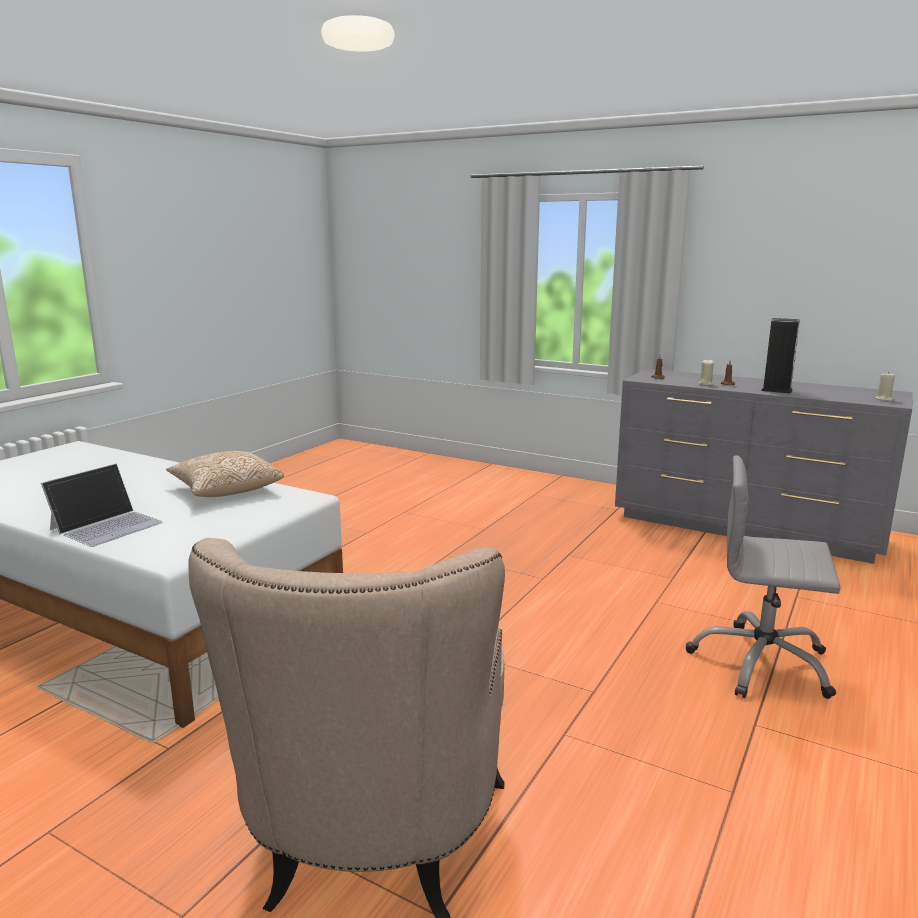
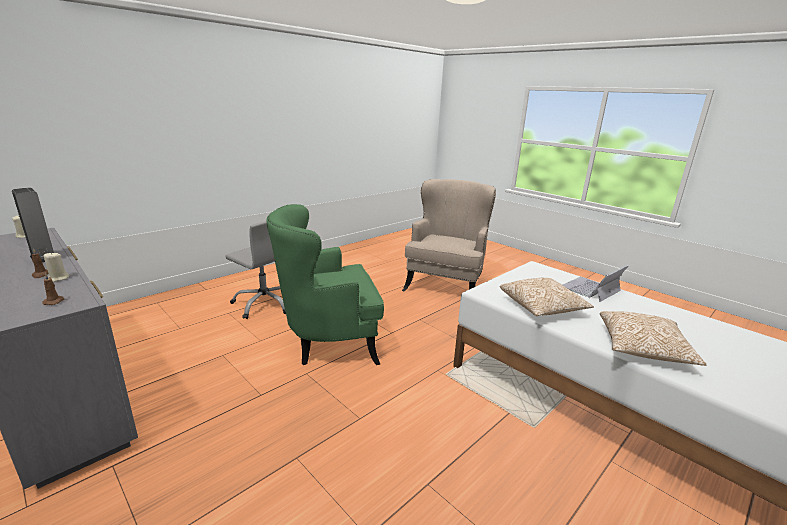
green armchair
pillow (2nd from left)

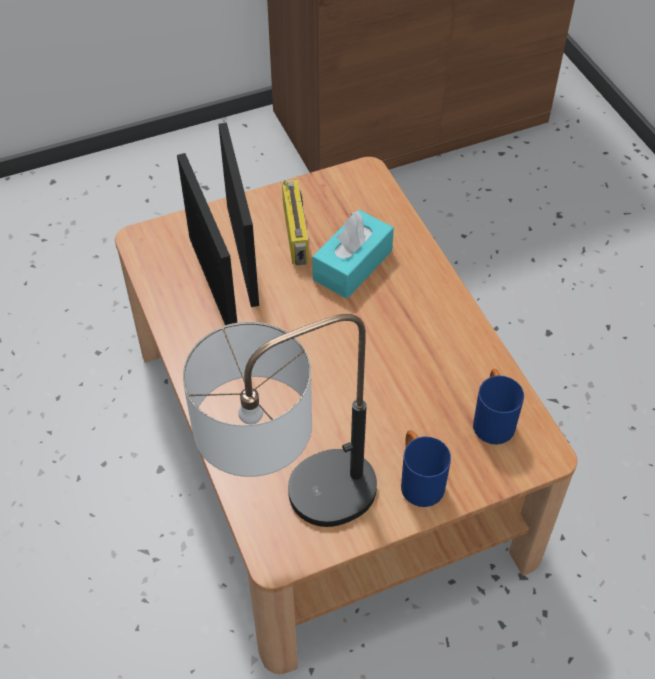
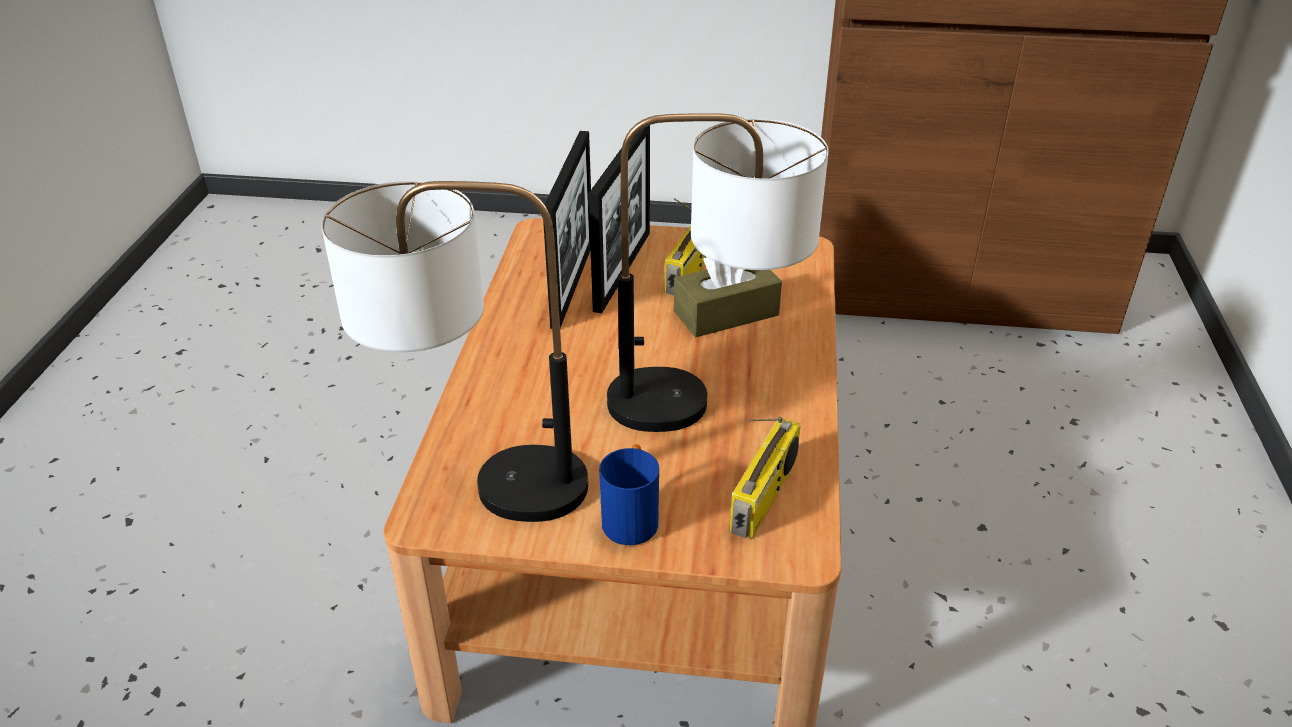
table lamp (2nd from left)
brown tissue box
radio (2nd from left)

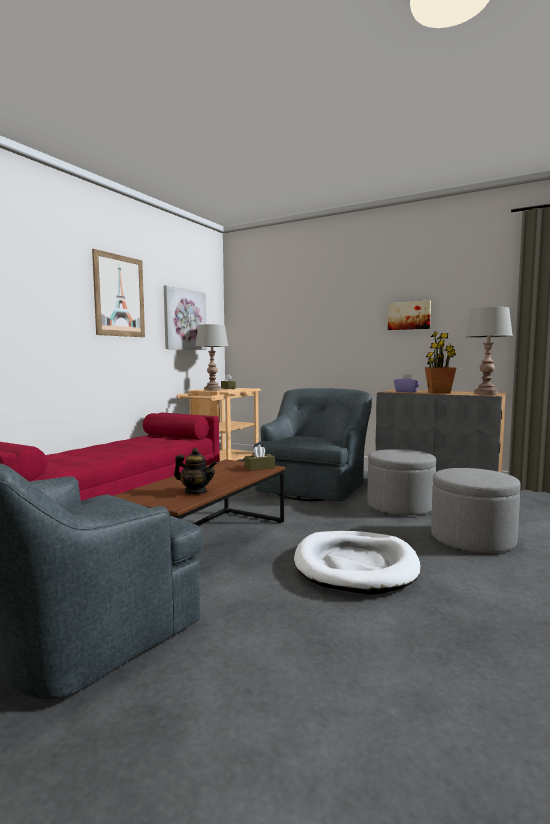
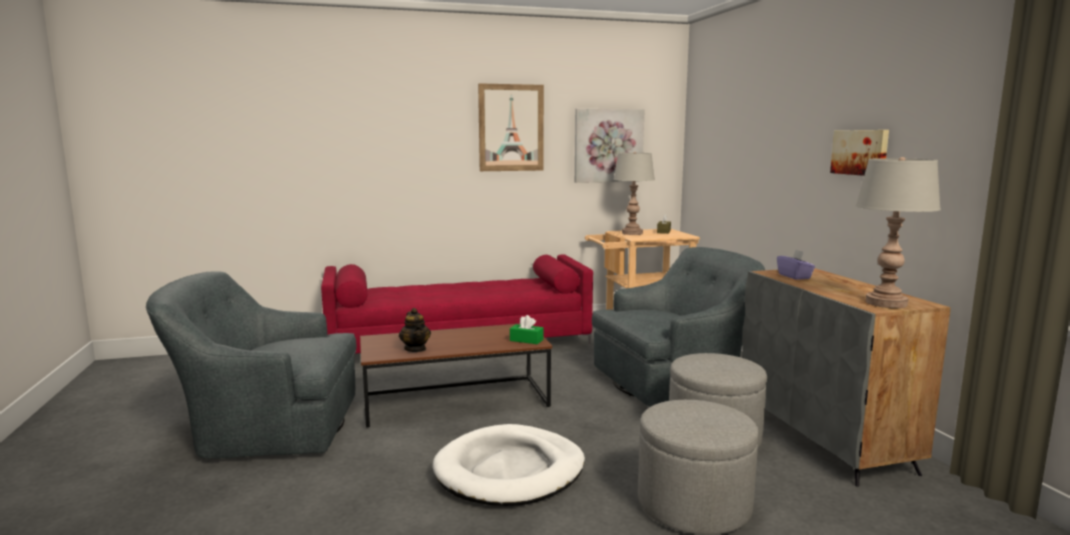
green tissue box
potted plant

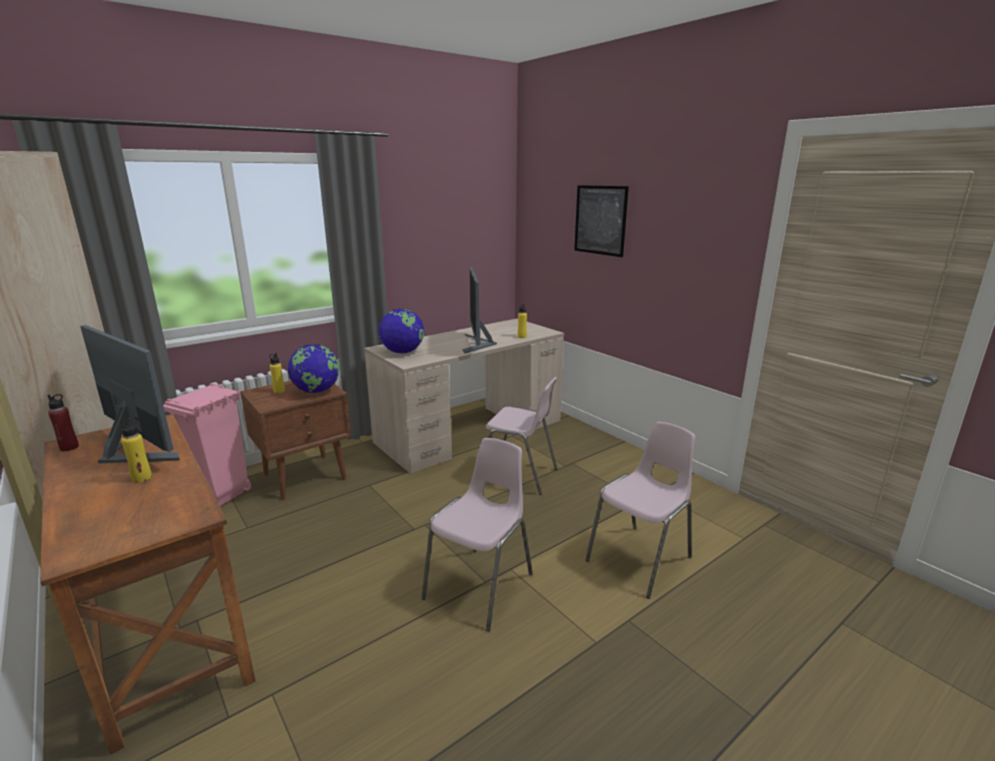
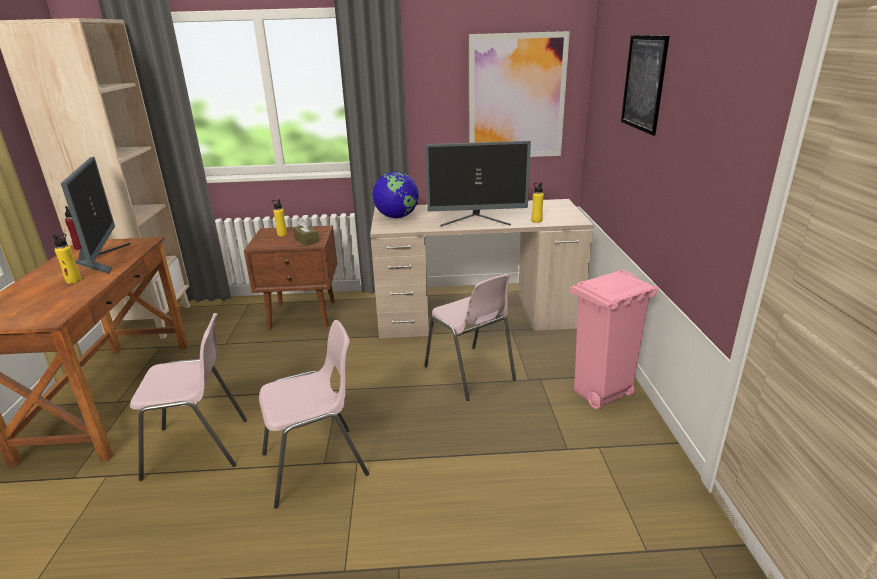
pink chair (1st from left)
brown tissue box
monitor (2nd from left)
picture (1st from left)
pink trash can

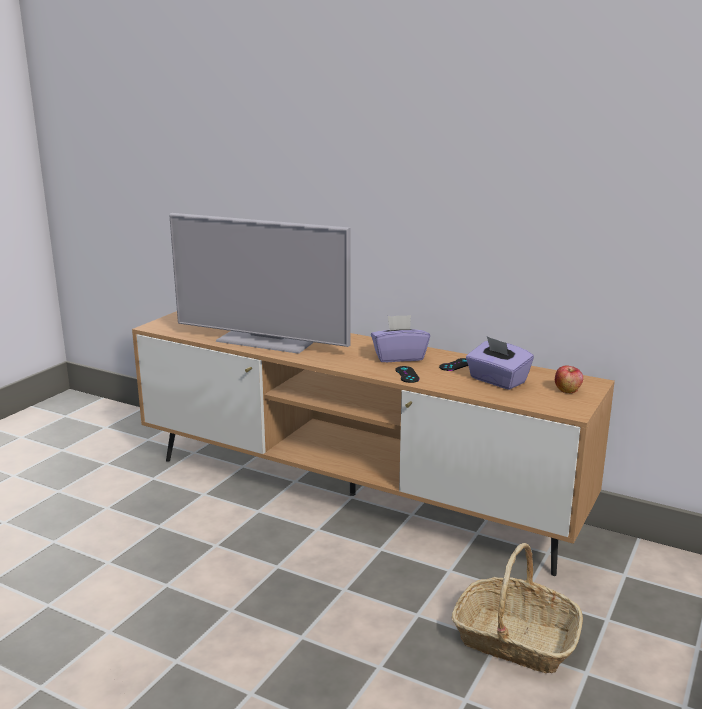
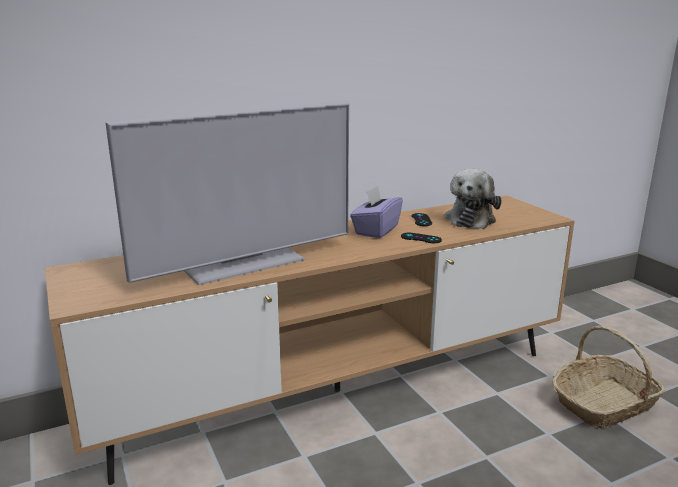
plush toy
apple

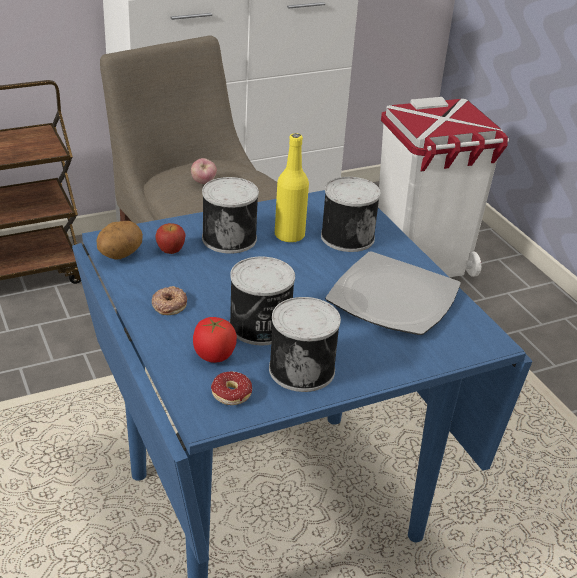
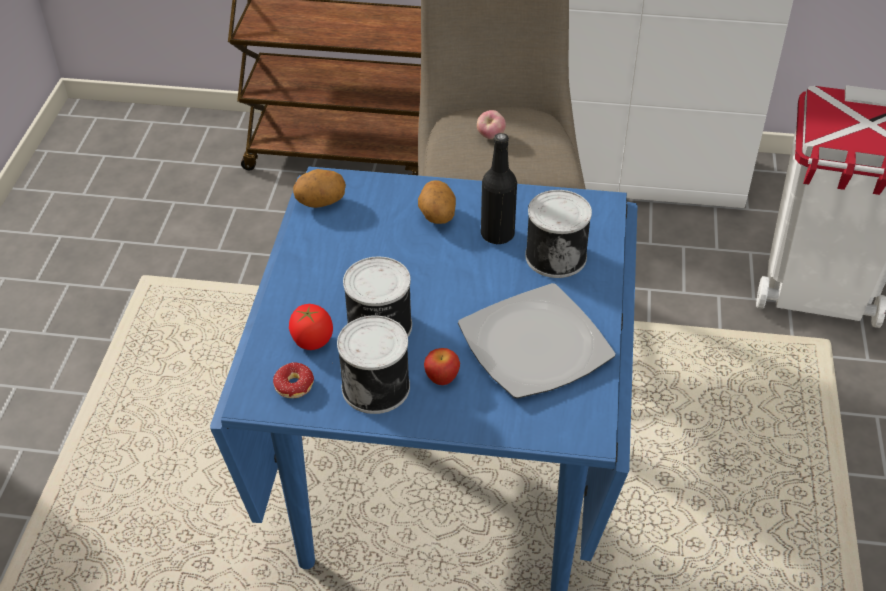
potato (2nd from left)
apple (1st from left)
black bottle
donut (1st from left in the first image)

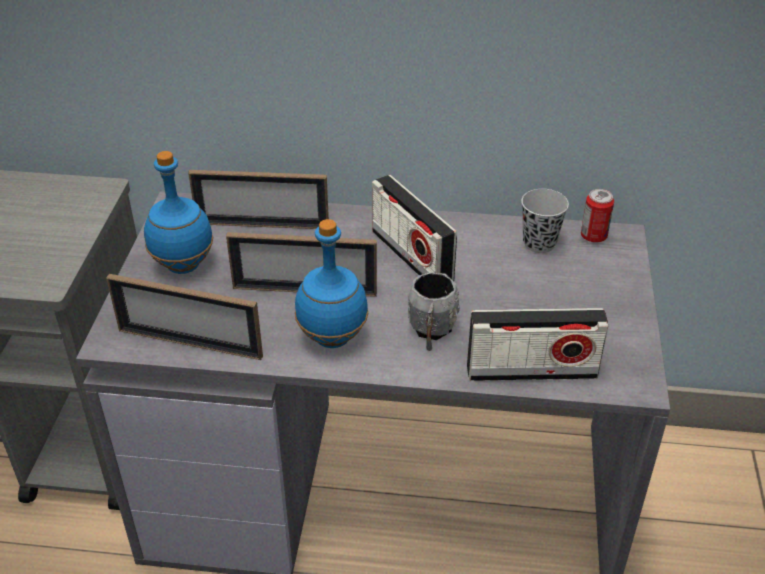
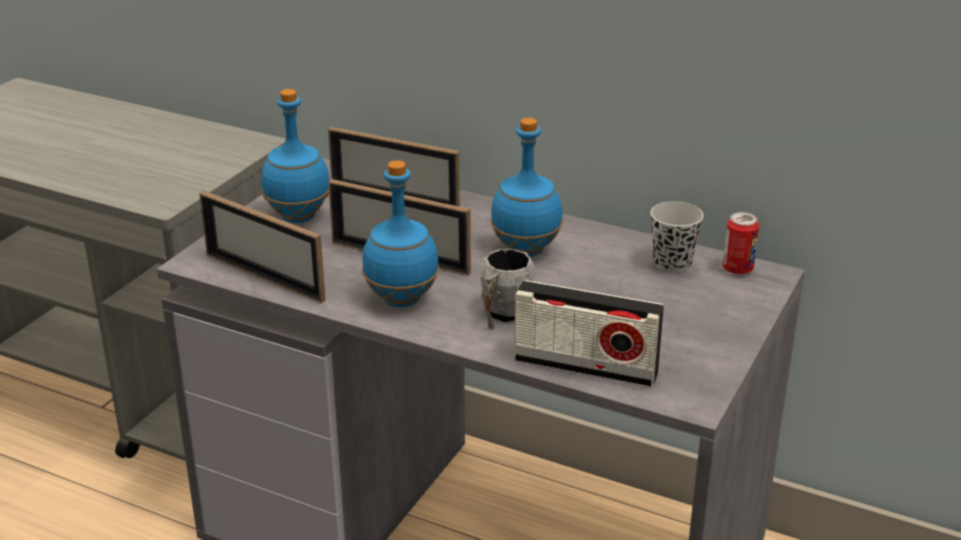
blue bottle (3rd from left)

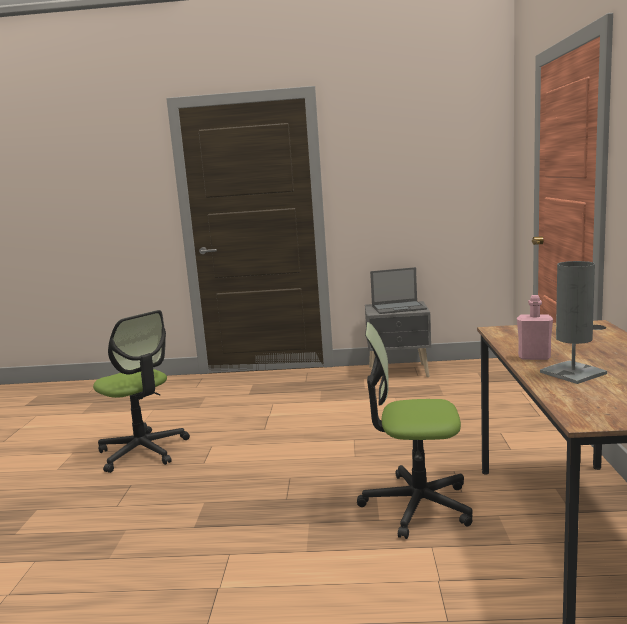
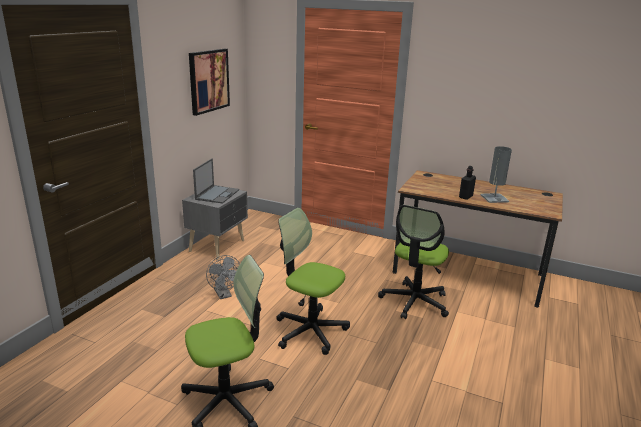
picture
grey fan
office chair (2nd from left)
black bottle

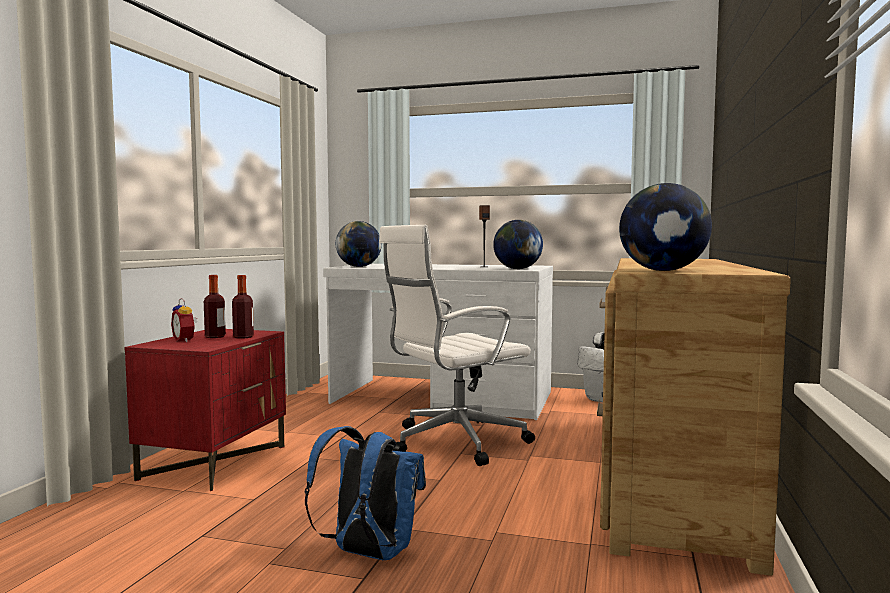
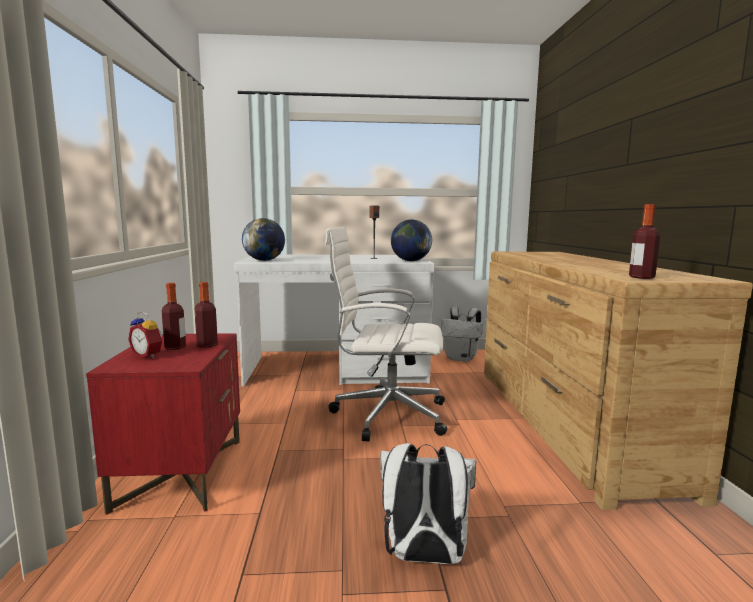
white office chair
white backpack (1st from left)
bottle (3rd from left)

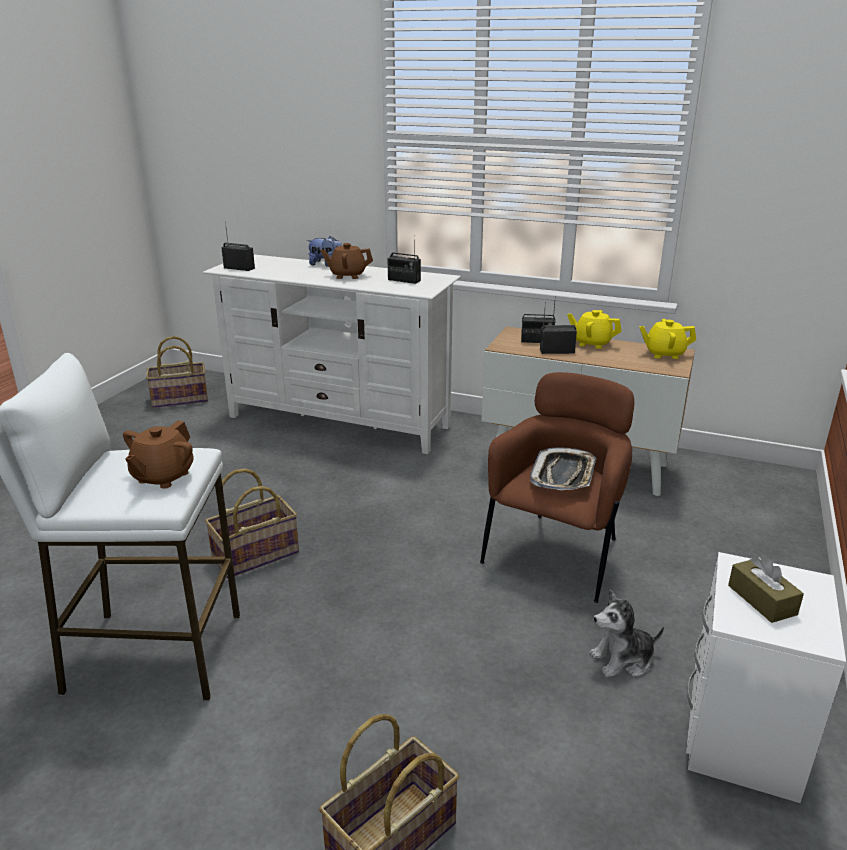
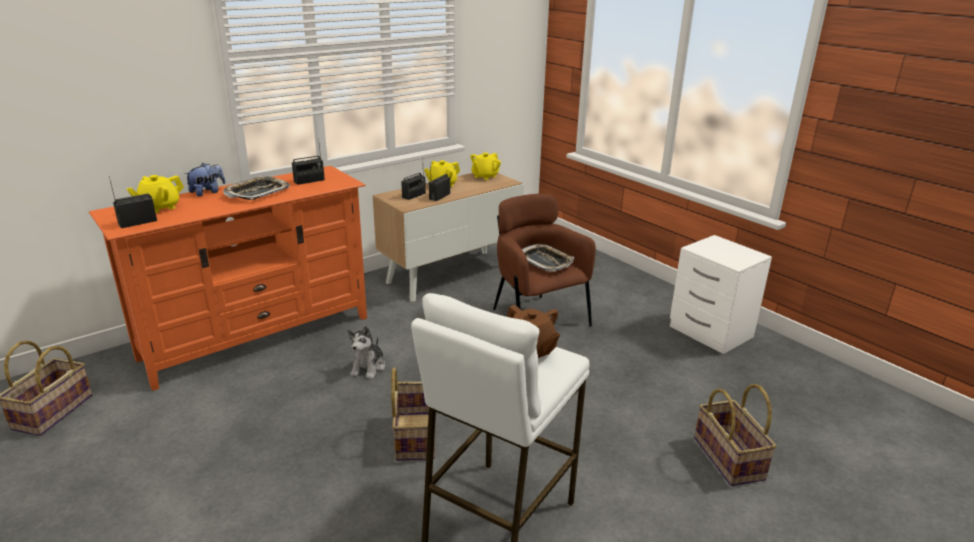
orange tv stand
yellow teapot (1st from left)
tray (1st from left)
plush toy (2nd from left)
brown tissue box

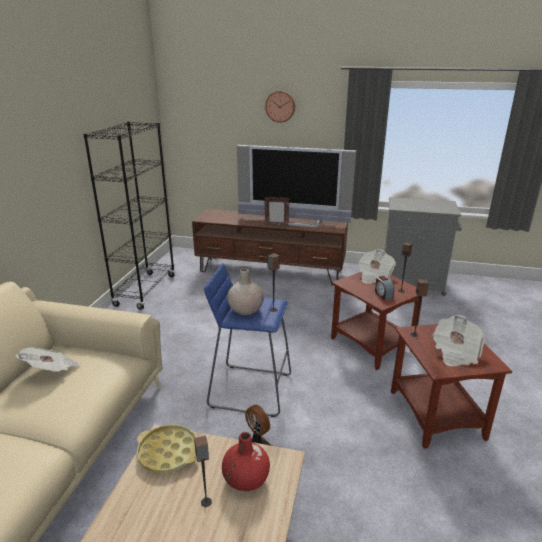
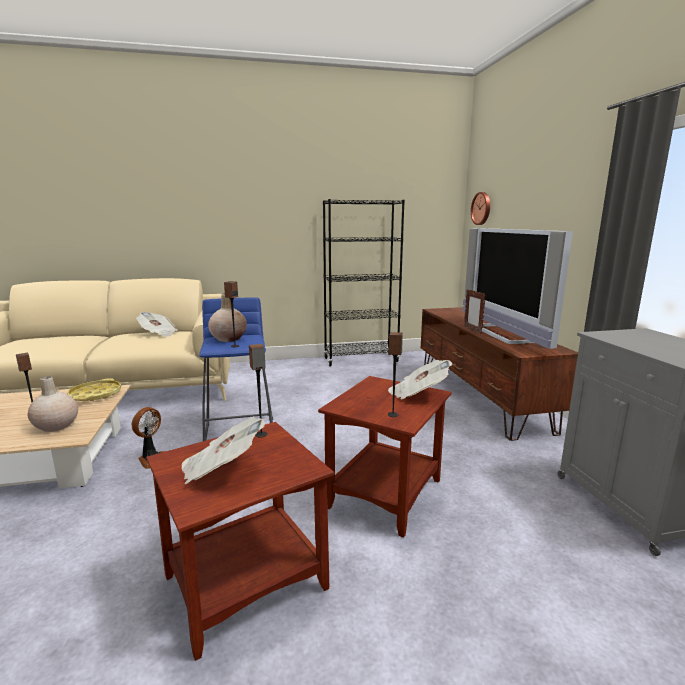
beige vase (1st from left)
wall clock
alarm clock

